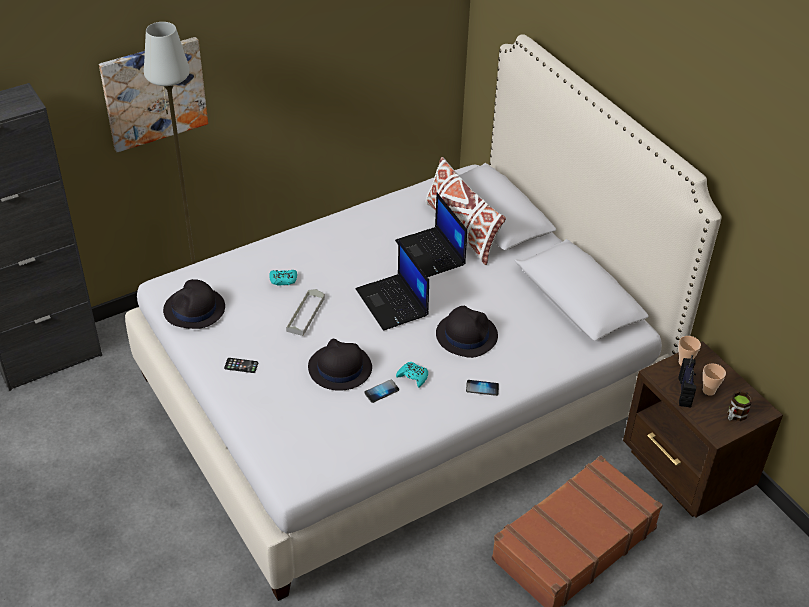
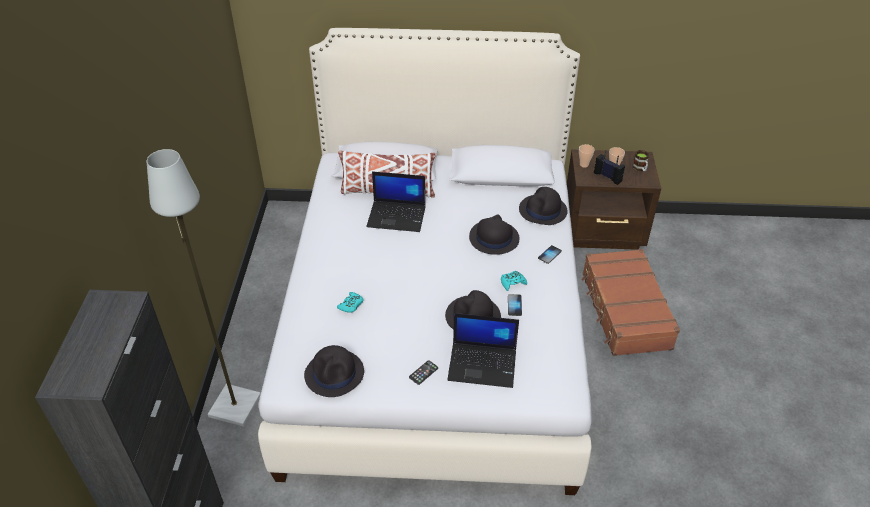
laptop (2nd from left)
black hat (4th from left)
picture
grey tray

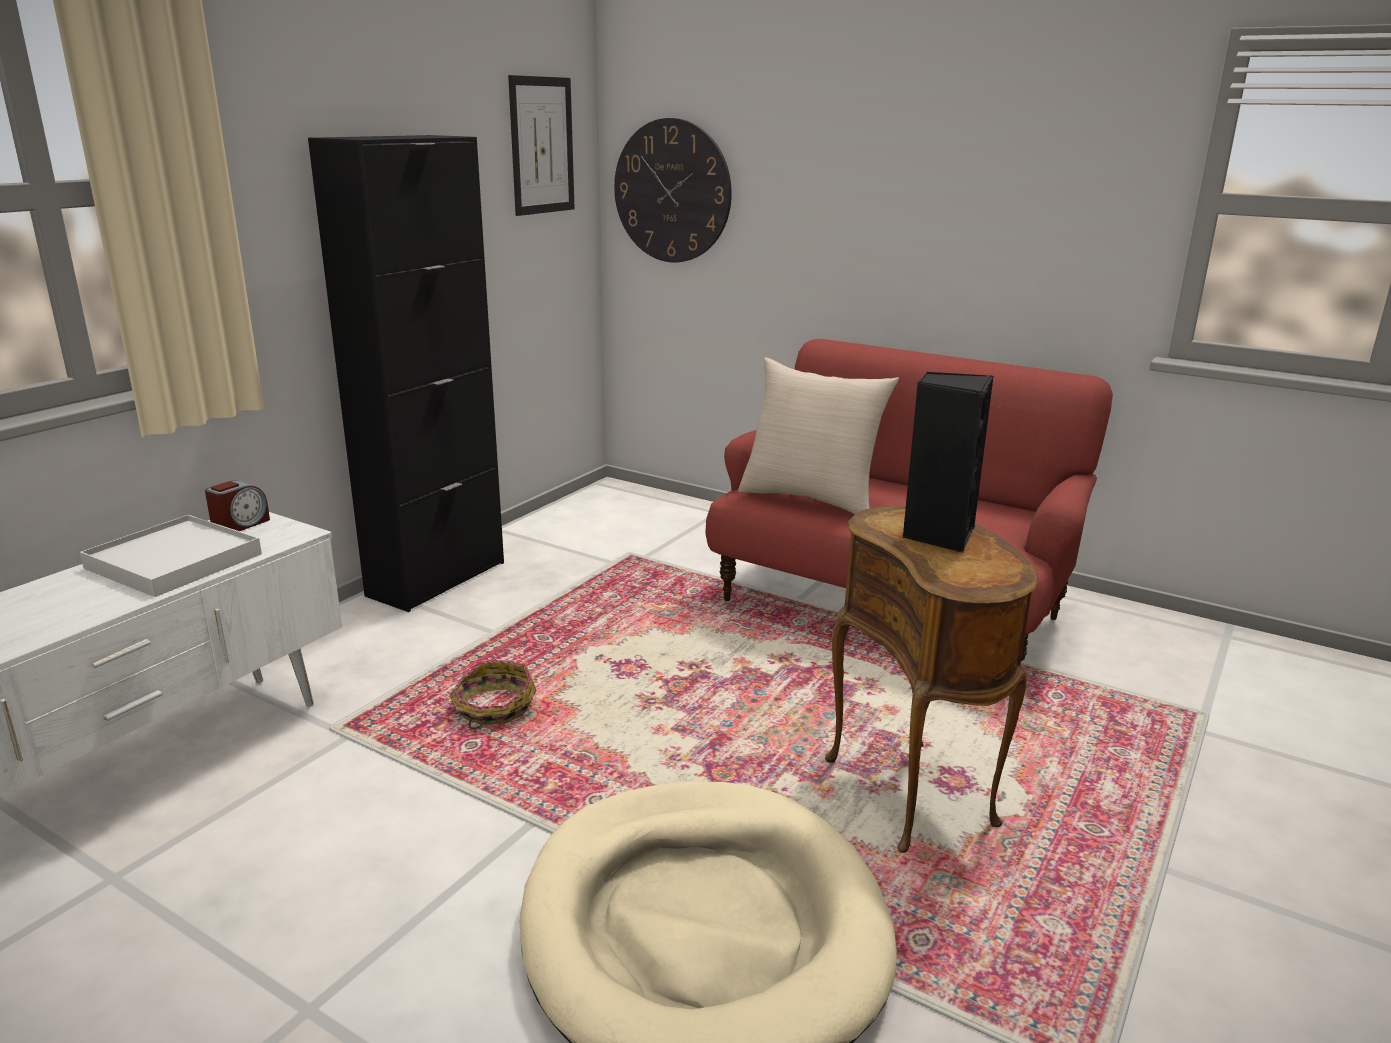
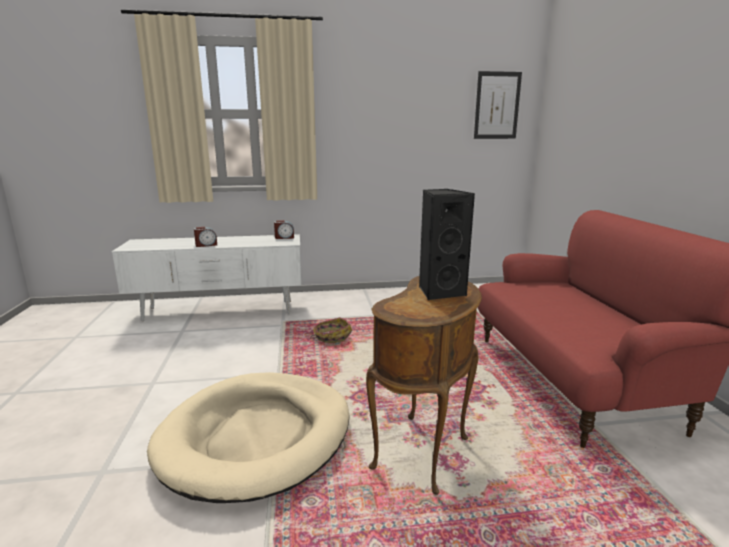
alarm clock (1st from left)
white tray
black cabinet
wall clock
beige pillow

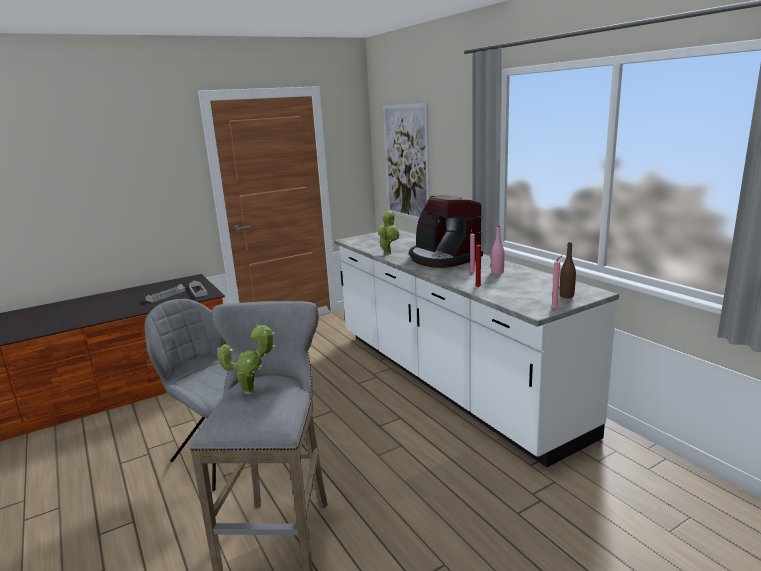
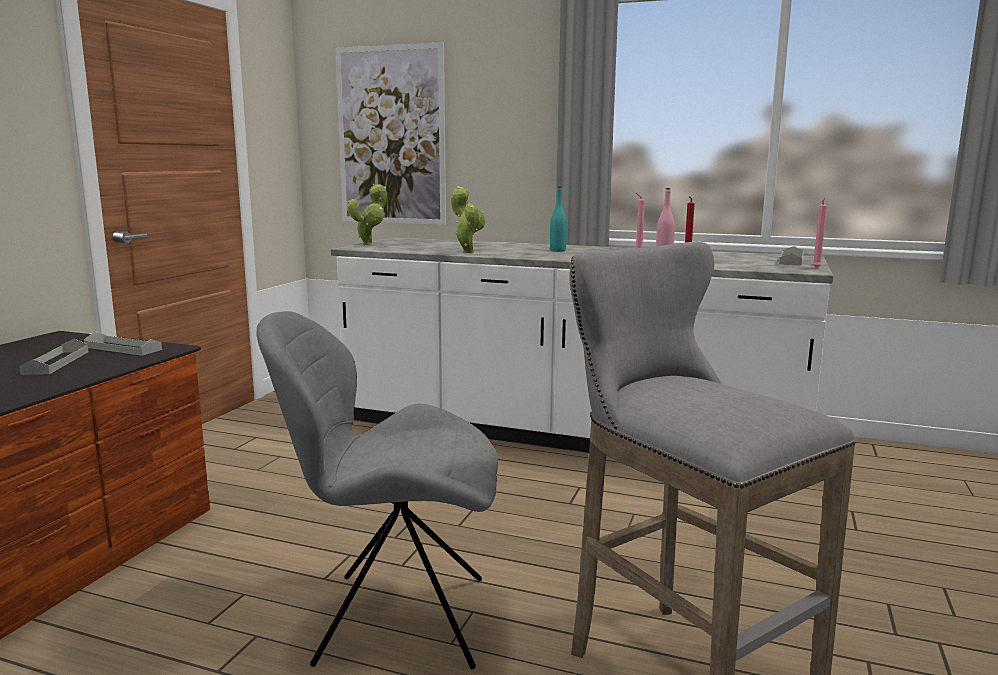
potted plant (1st from left)
turquoise bottle
grey tray (3rd from left)

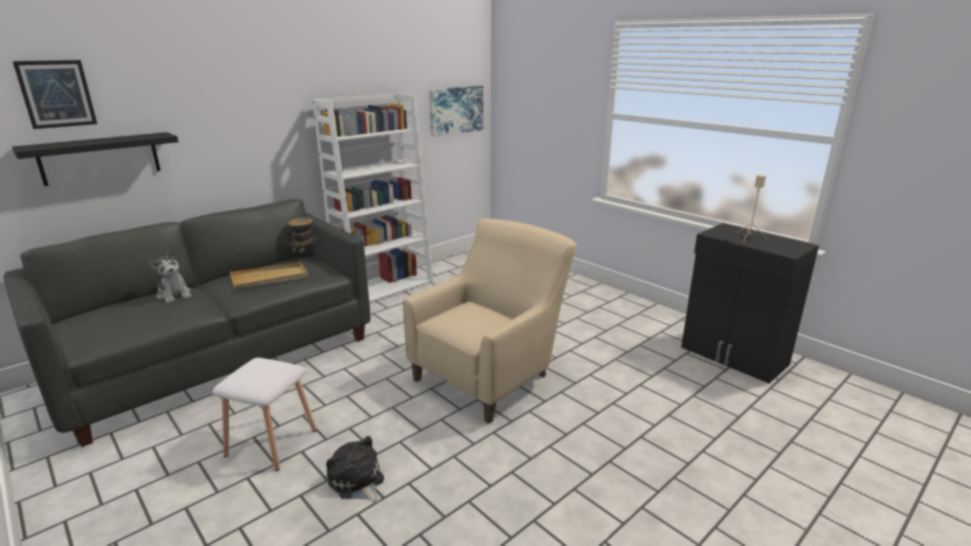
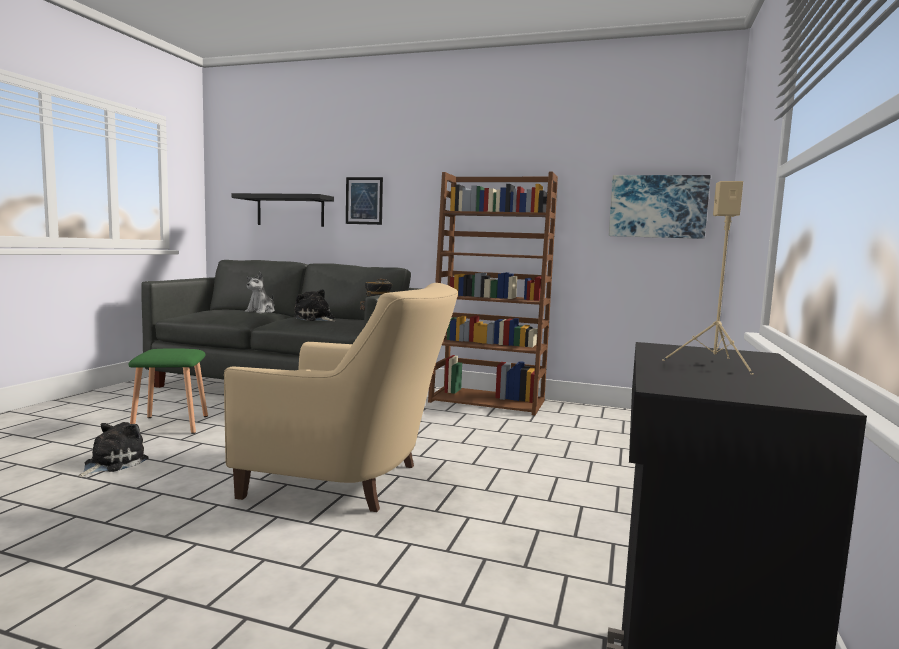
green stool
plush toy (3rd from left)
picture (1st from left)
brown bookcase

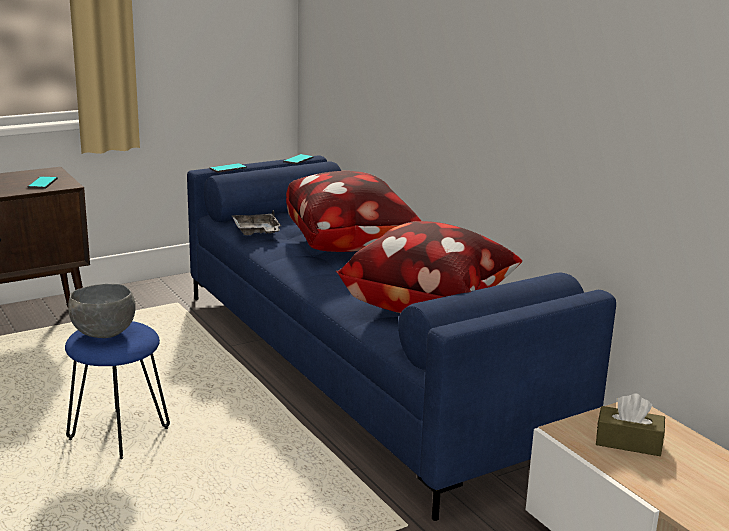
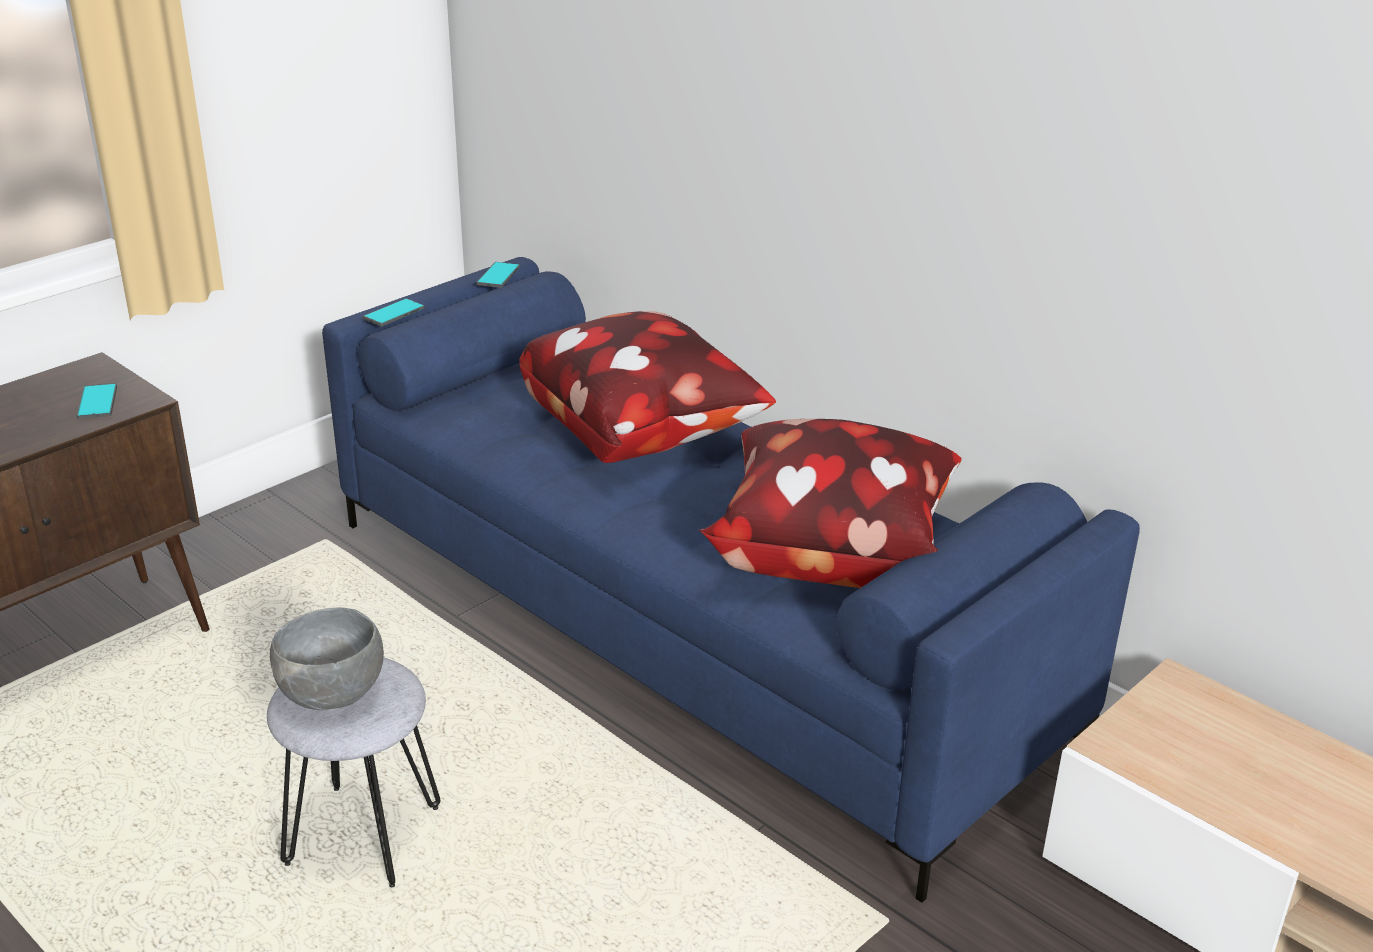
grey stool
grey tray
brown tissue box

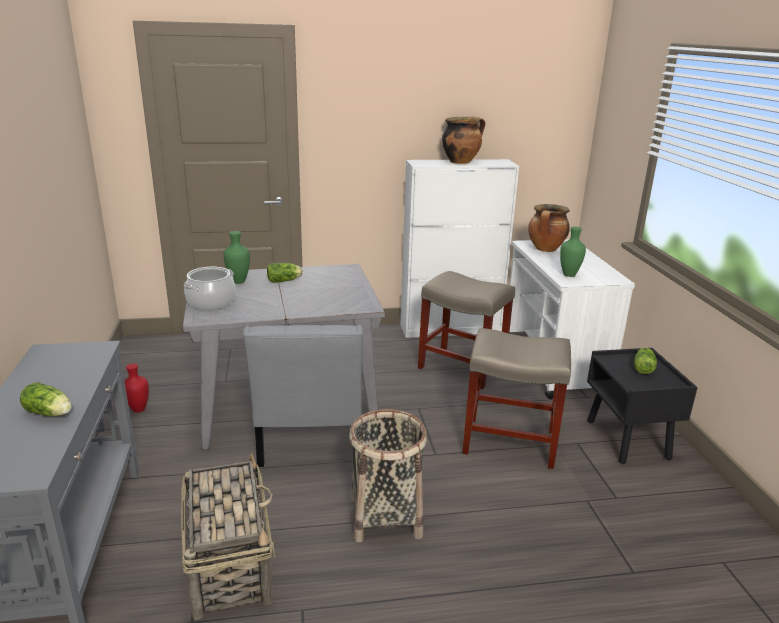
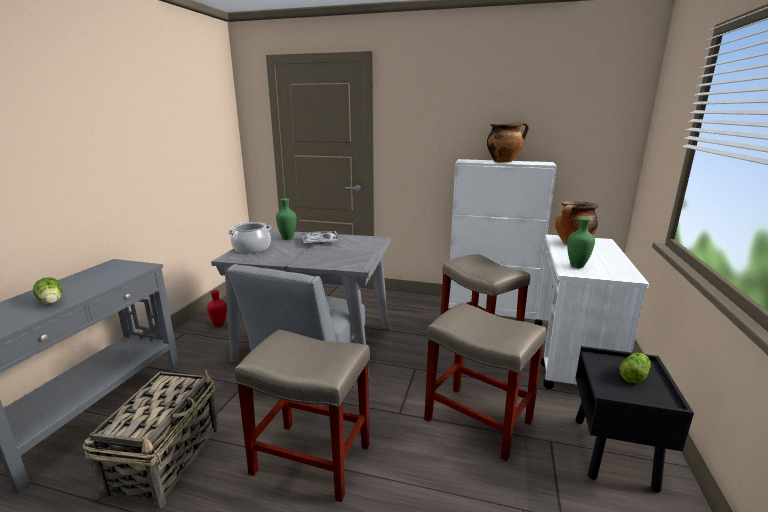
beige stool (1st from left)
tray

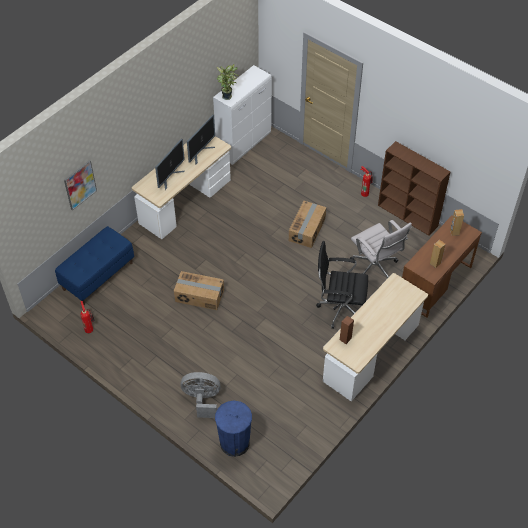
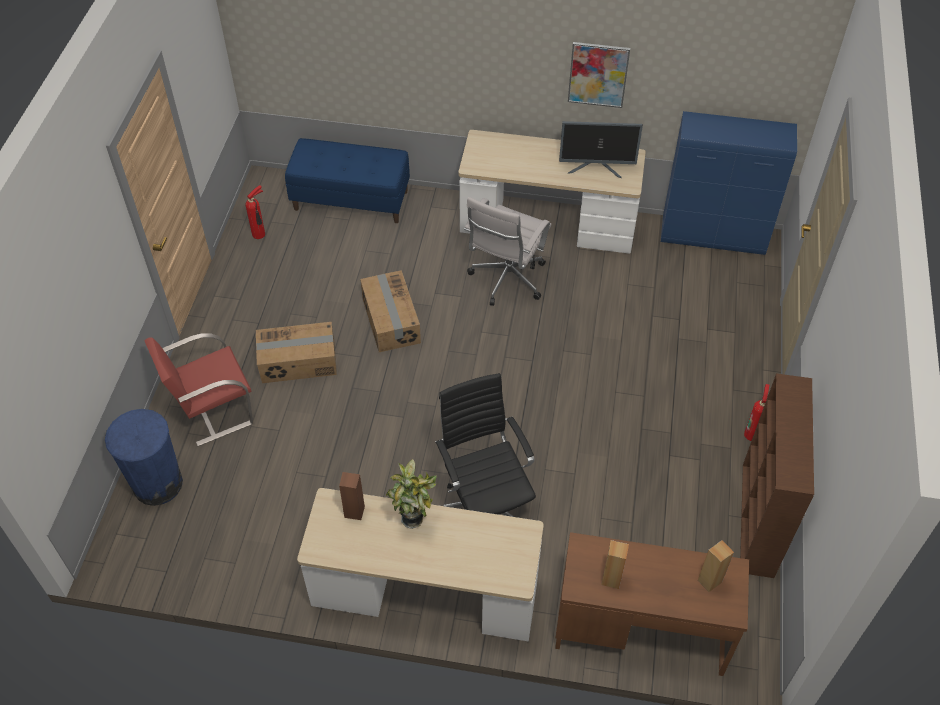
red chair
cardboard box (1st from left)
potted plant
white office chair
picture
blue cabinet
monitor (1st from left in the first image)

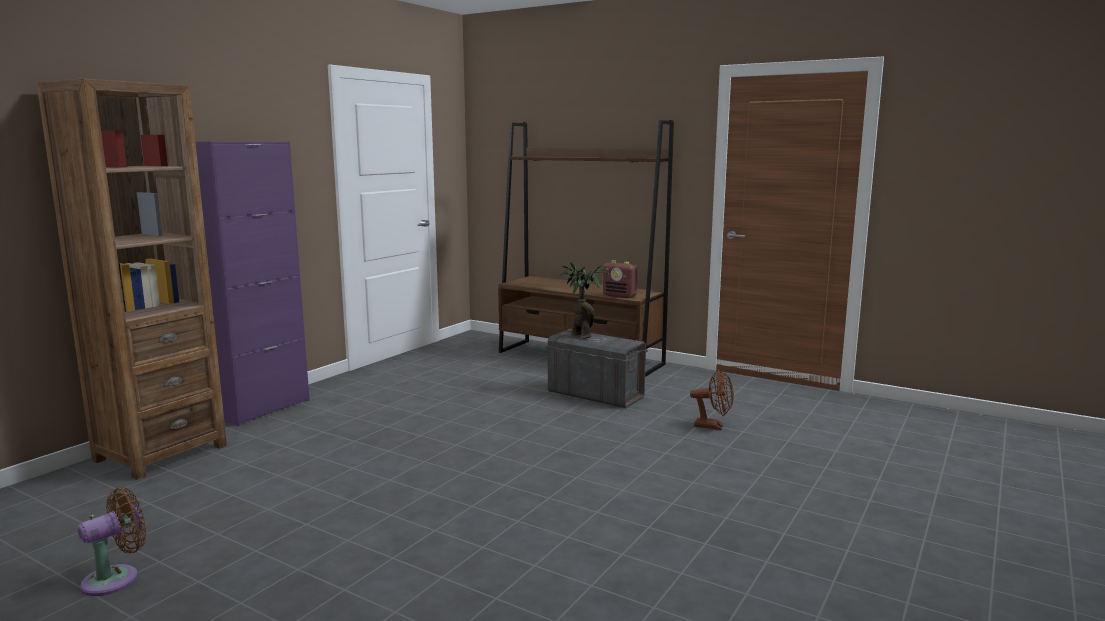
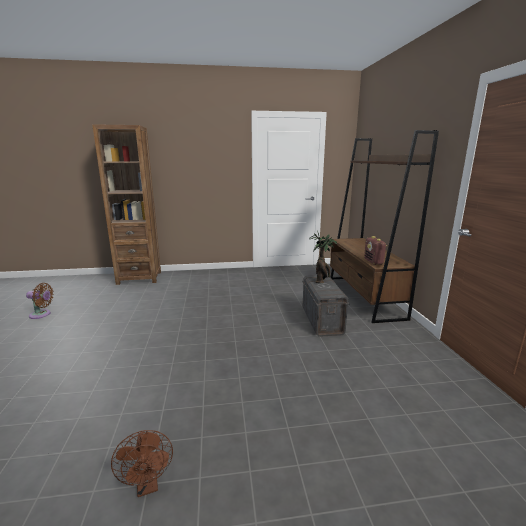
brown fan (2nd from left)
purple cabinet

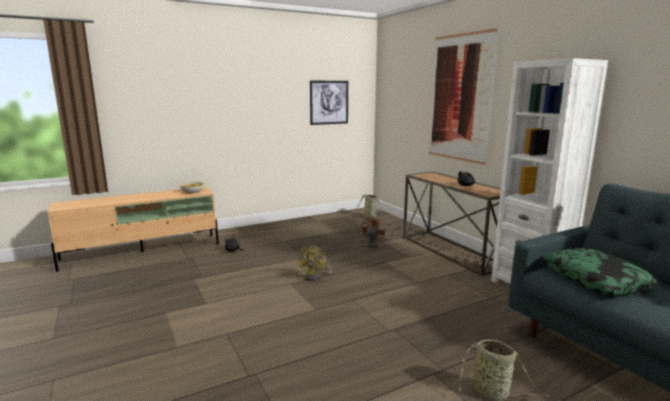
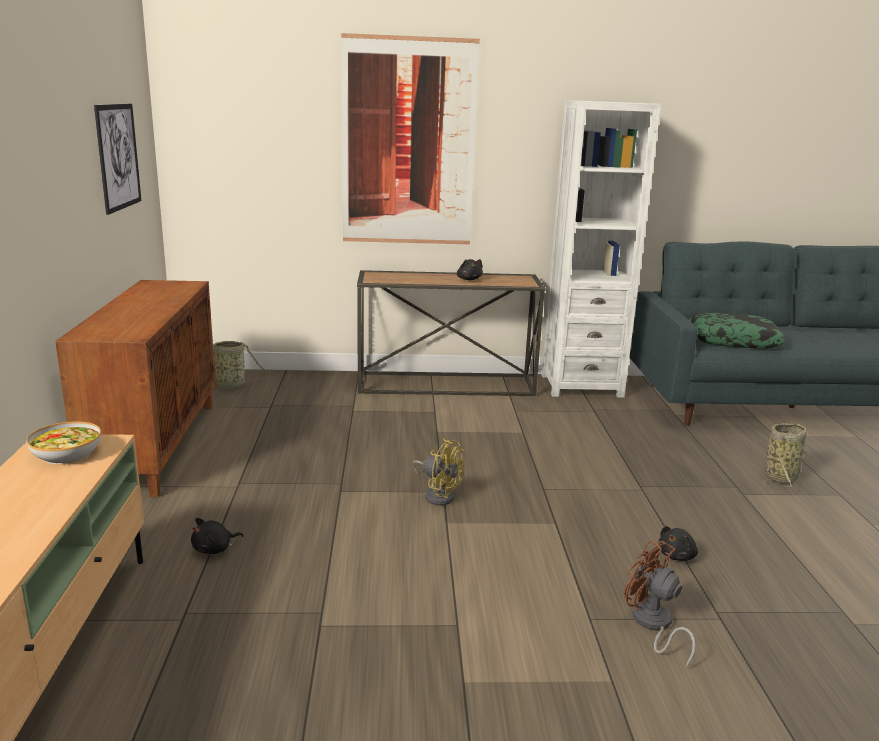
brown cabinet
brown fan
black plush toy (3rd from left)

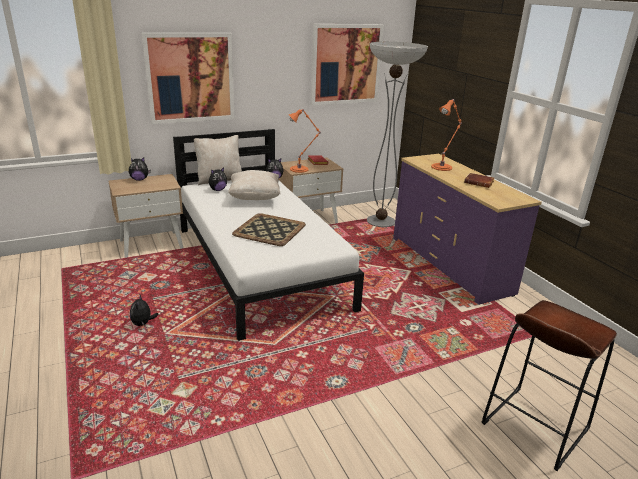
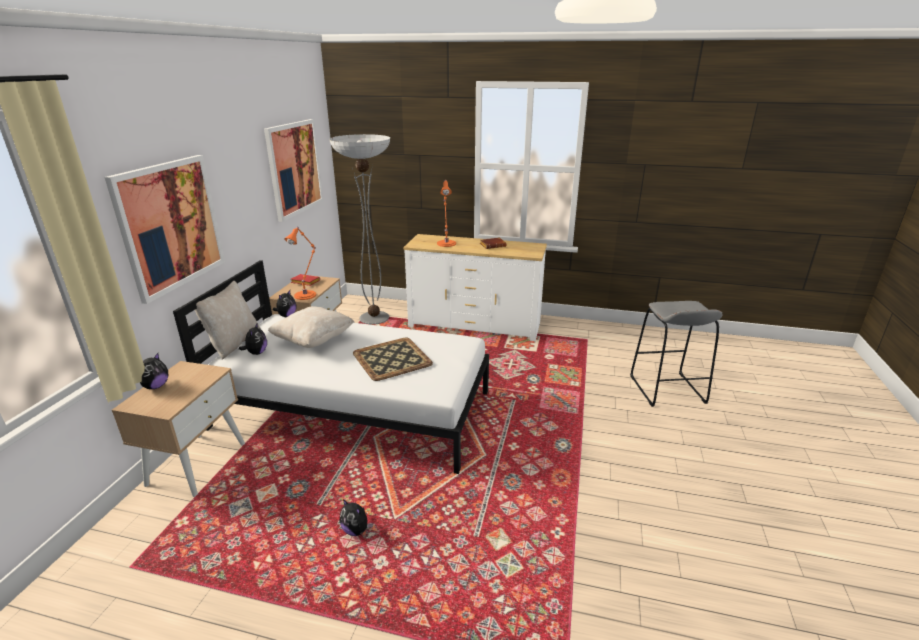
white dresser
grey stool

